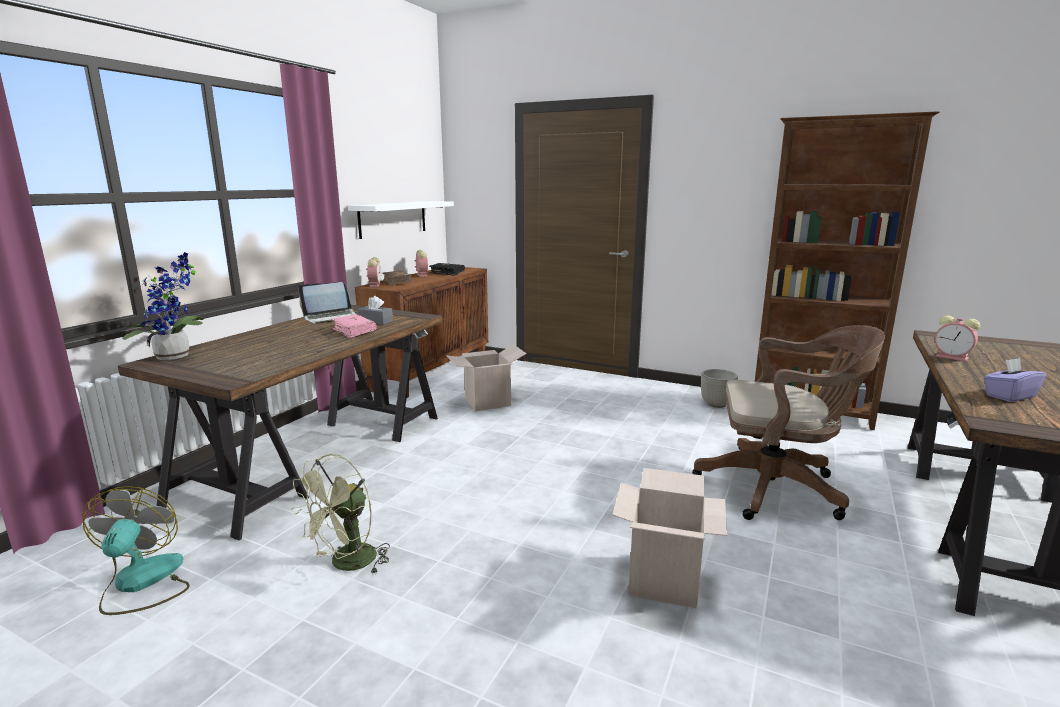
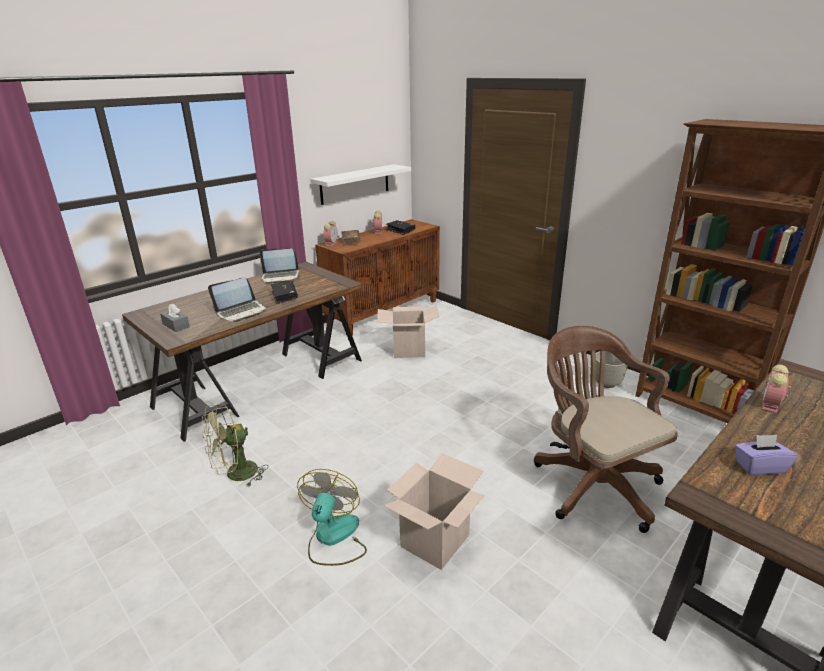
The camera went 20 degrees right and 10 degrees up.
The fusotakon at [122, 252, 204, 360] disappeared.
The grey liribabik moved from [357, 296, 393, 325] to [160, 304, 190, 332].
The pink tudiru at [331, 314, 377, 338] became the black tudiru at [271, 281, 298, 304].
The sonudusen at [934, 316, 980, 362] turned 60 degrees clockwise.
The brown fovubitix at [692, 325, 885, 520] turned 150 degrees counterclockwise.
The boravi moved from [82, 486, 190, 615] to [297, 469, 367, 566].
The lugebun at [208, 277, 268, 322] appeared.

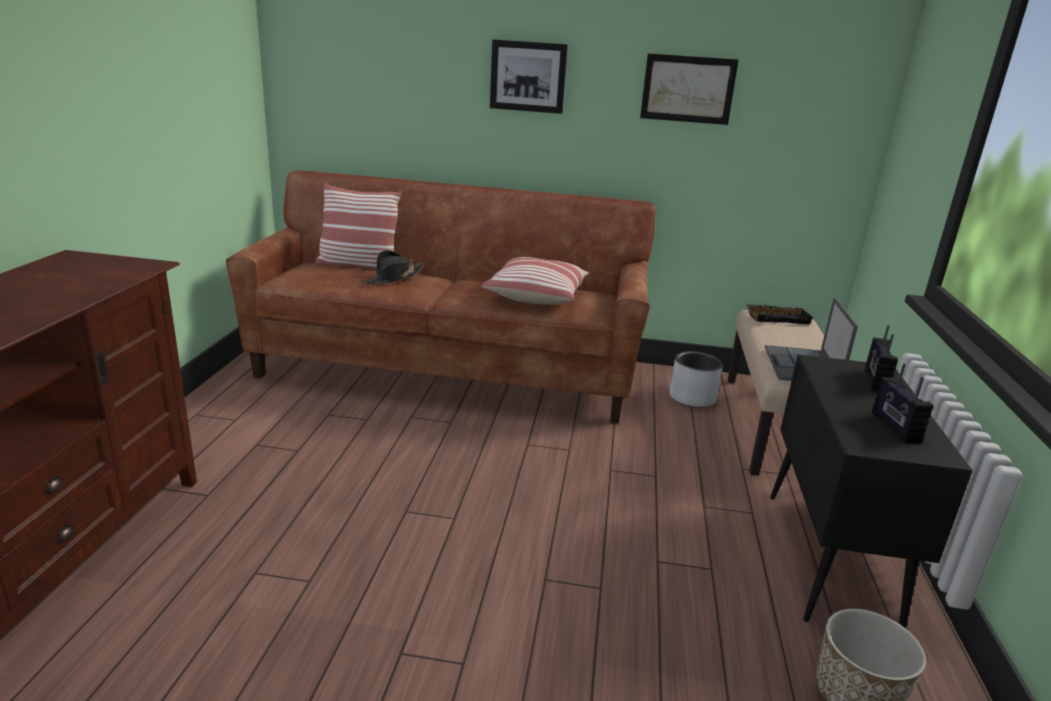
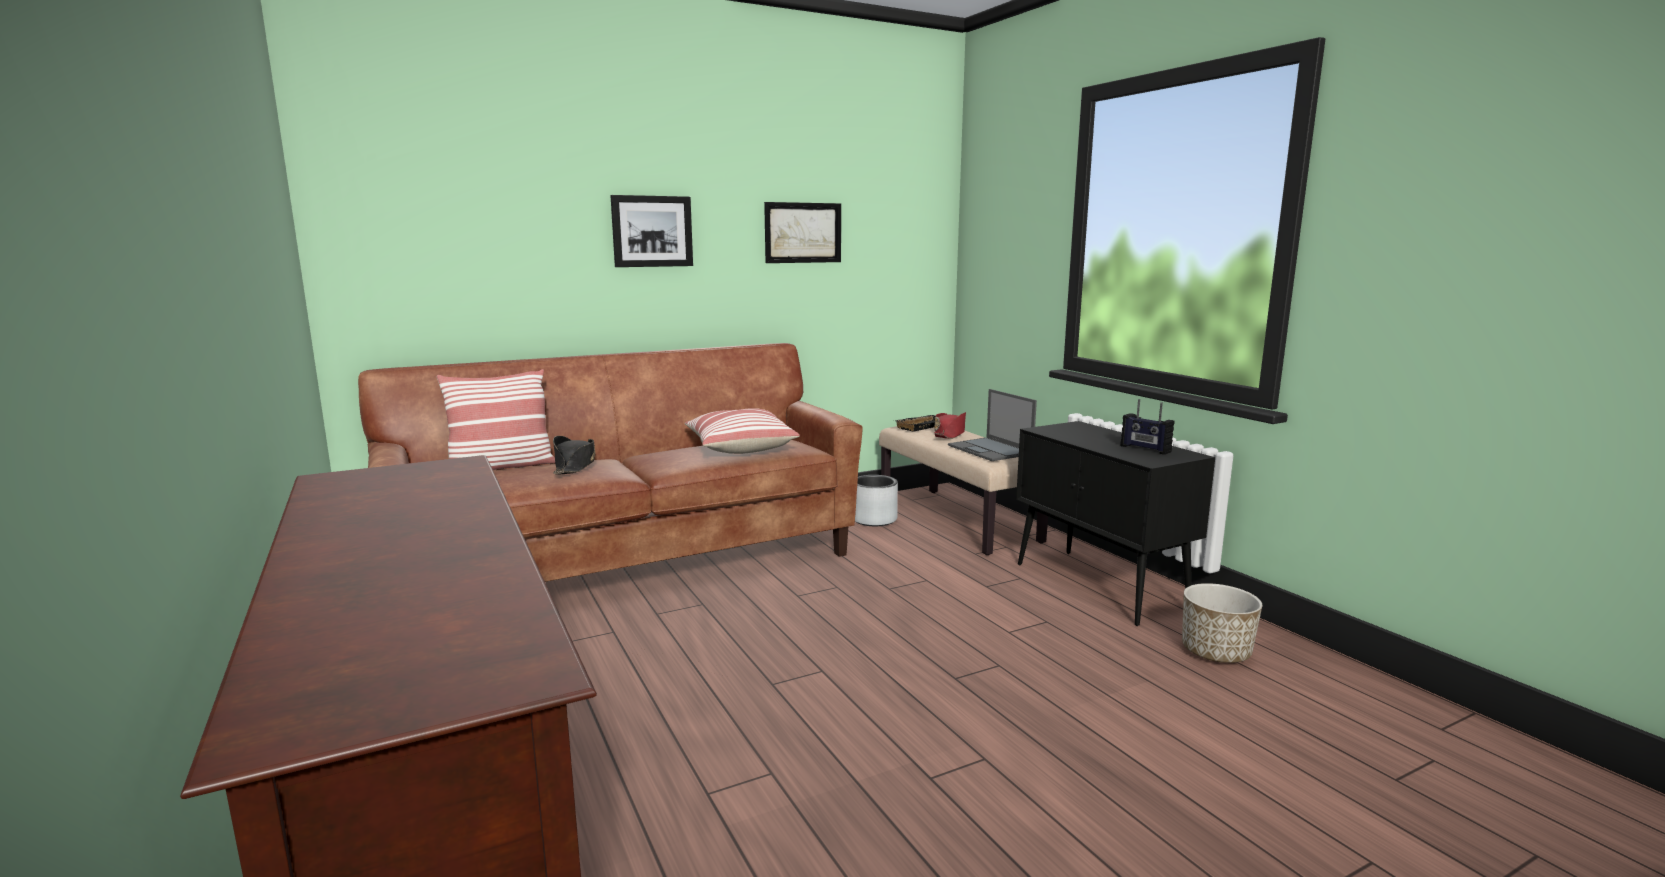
The camera went 35 degrees left and 10 degrees down.
The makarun at [865, 325, 898, 392] disappeared.
The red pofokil at [934, 412, 966, 439] appeared.

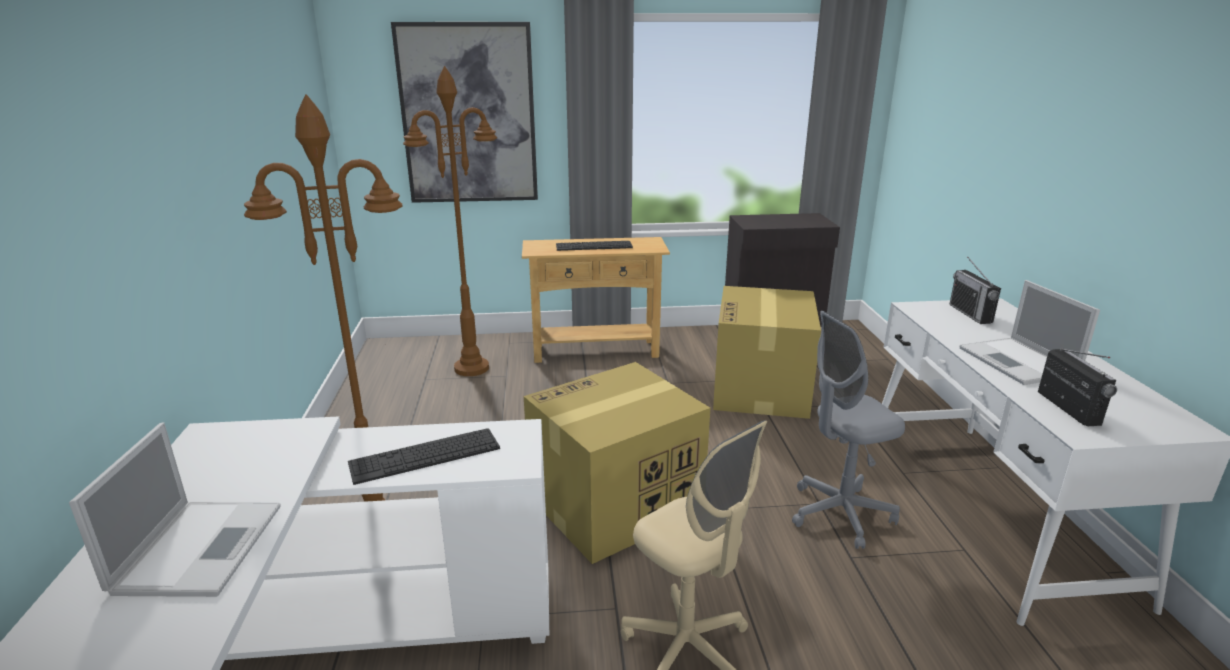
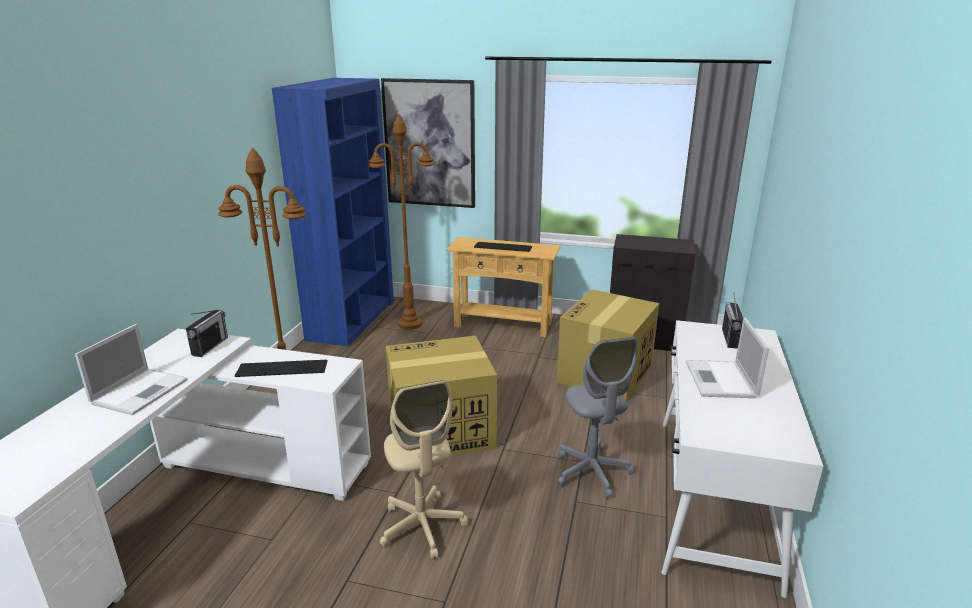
The camera went 20 degrees right and 0 degrees up.
The grey fovubitix at [792, 311, 905, 549] turned 105 degrees counterclockwise.
The makarun moved from [1038, 348, 1117, 426] to [186, 309, 228, 357].
The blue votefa at [272, 78, 394, 346] appeared.

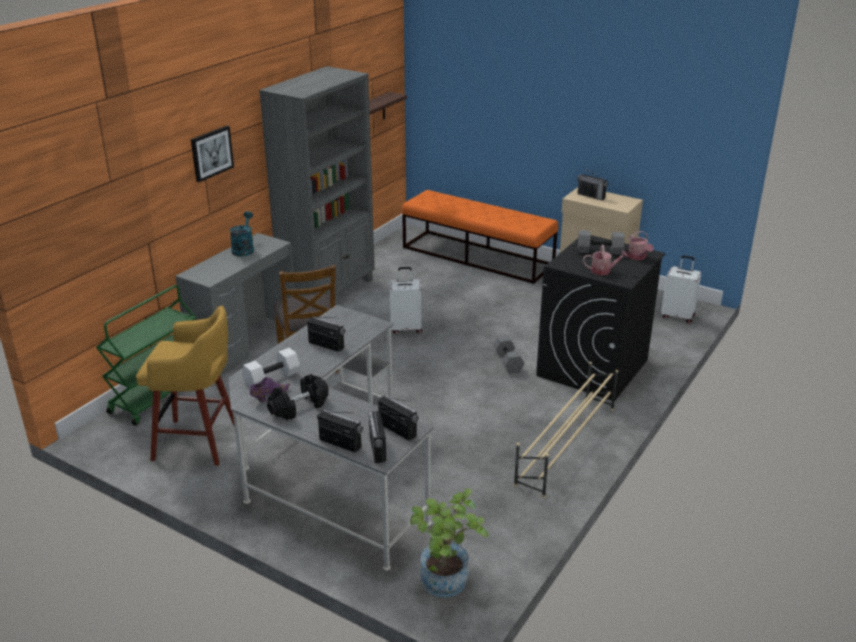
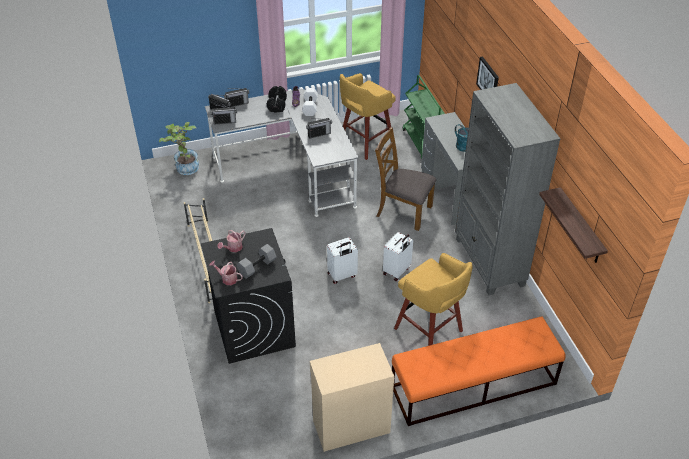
The camera went 130 degrees right and 15 degrees up.
The makarun at [577, 168, 608, 200] disappeared.
The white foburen moved from [661, 255, 701, 324] to [327, 237, 358, 284].
The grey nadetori at [493, 335, 525, 374] disappeared.
The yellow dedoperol at [394, 253, 473, 346] appeared.

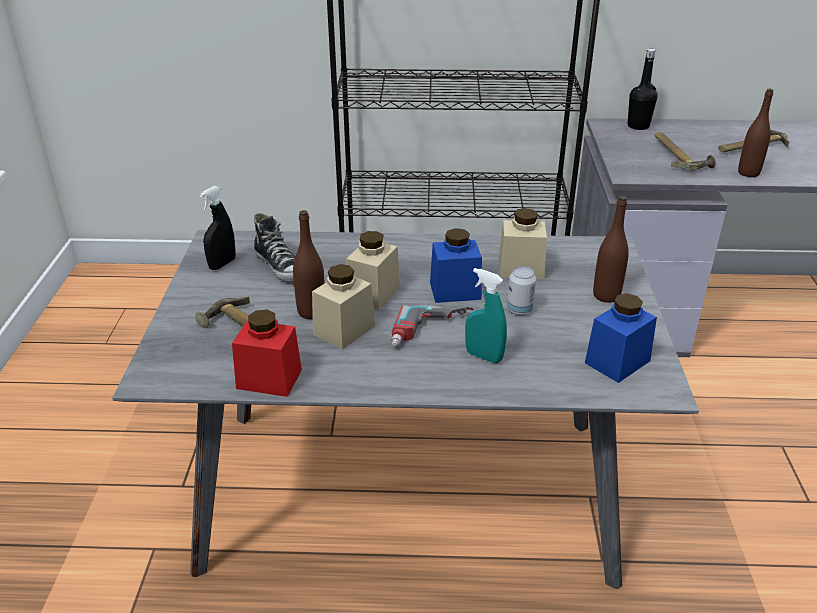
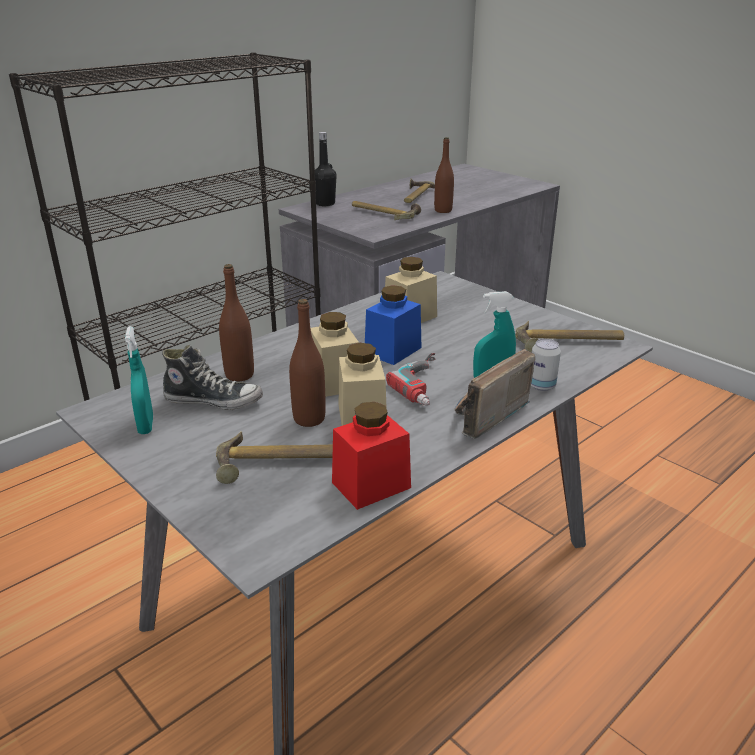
The camera went 45 degrees left and 5 degrees down.
The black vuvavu at [200, 186, 236, 270] became the turquoise vuvavu at [125, 326, 153, 434].
The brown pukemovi moved from [593, 196, 629, 303] to [219, 264, 254, 381].
The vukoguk moved from [507, 267, 536, 315] to [531, 339, 561, 391].
The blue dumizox at [585, 293, 657, 383] was replaced by the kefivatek at [515, 321, 624, 353].
The makarun at [454, 349, 535, 439] appeared.

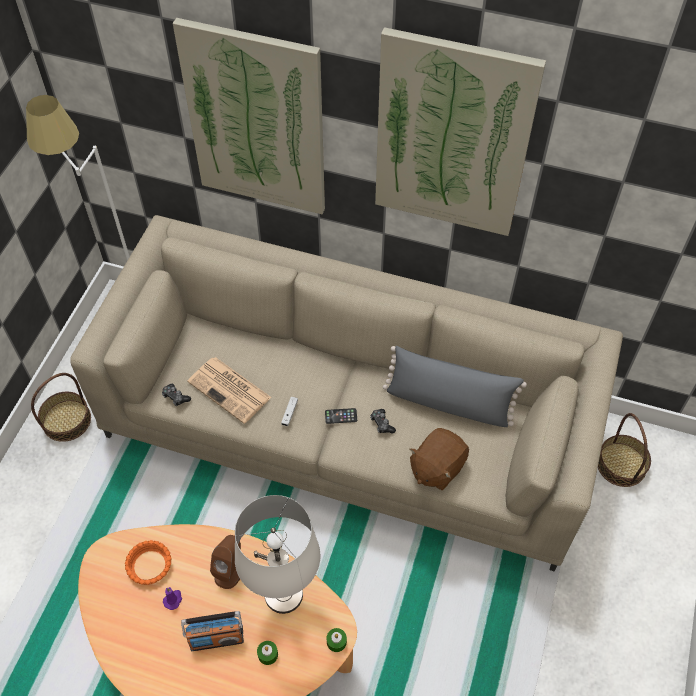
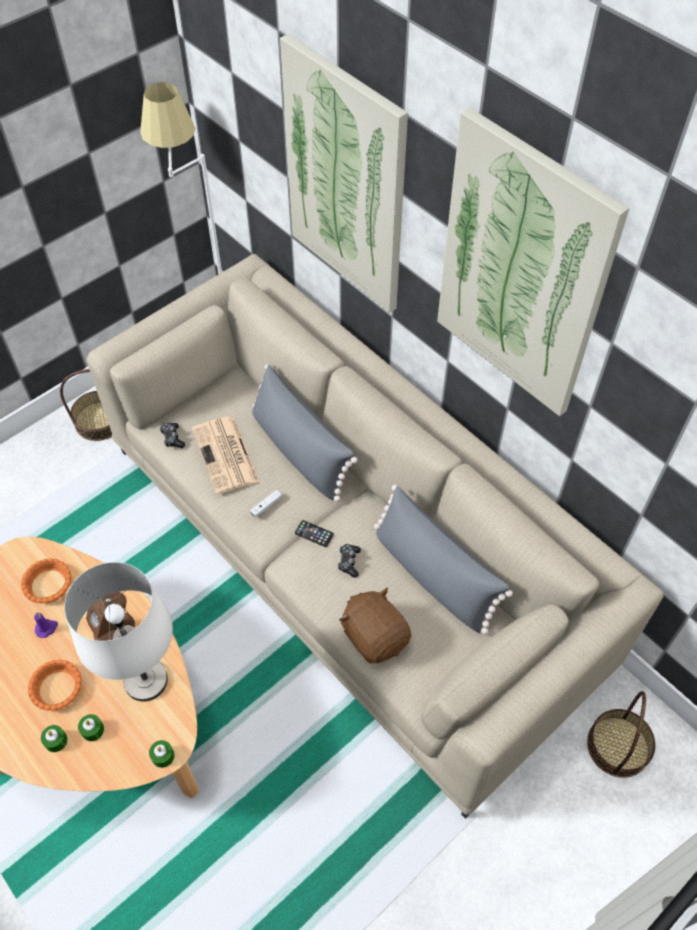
The camera went 30 degrees right and 0 degrees up.
The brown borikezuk at [409, 428, 469, 491] turned 75 degrees clockwise.
The makarun at [181, 611, 244, 651] was replaced by the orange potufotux at [28, 659, 82, 711].
The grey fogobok at [252, 364, 357, 502] appeared.
The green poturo at [41, 725, 67, 752] appeared.

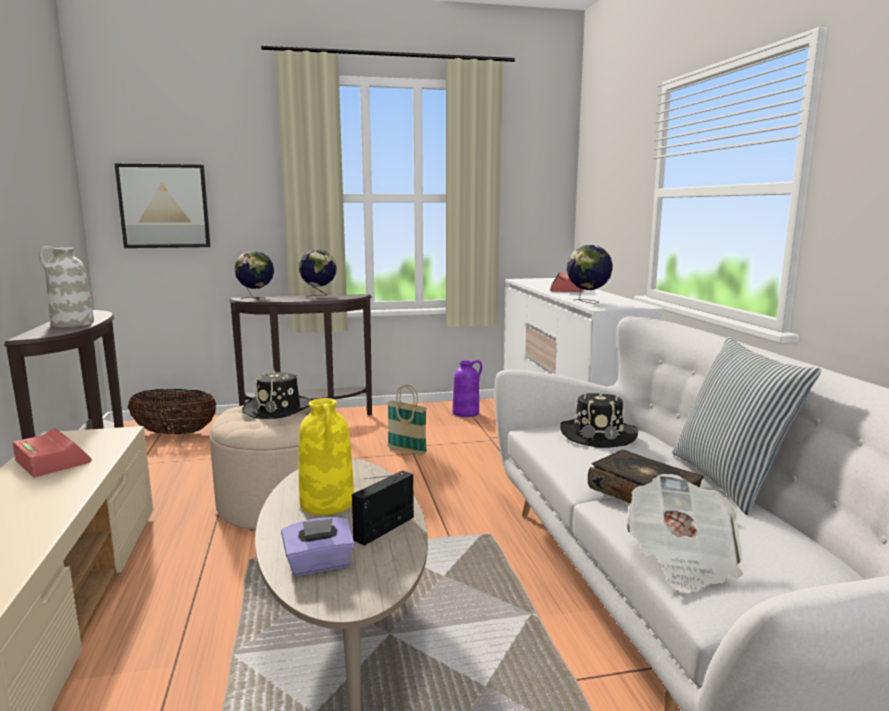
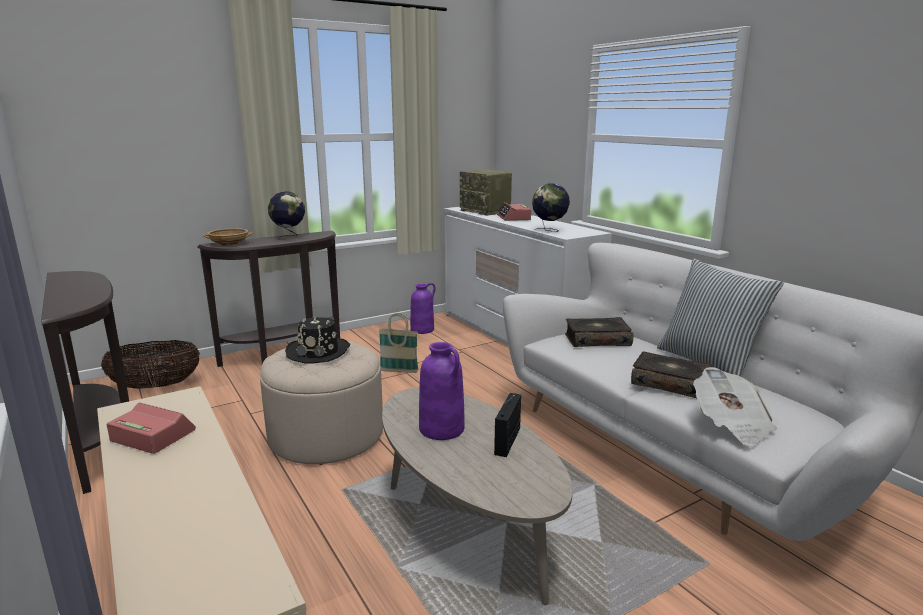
The camera went 20 degrees left and 5 degrees up.
The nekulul at [115, 164, 211, 248] disappeared.
The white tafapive at [39, 246, 94, 327] disappeared.
The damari at [234, 250, 274, 299] was replaced by the beige potufotux at [203, 228, 253, 246].
The black pofokil at [560, 391, 638, 448] was replaced by the tudiru at [565, 317, 634, 347].
The yellow tafapive at [299, 398, 354, 515] became the purple tafapive at [419, 342, 465, 440].
The purple liribabik at [281, 517, 355, 576] disappeared.
The makarun at [460, 169, 512, 216] appeared.

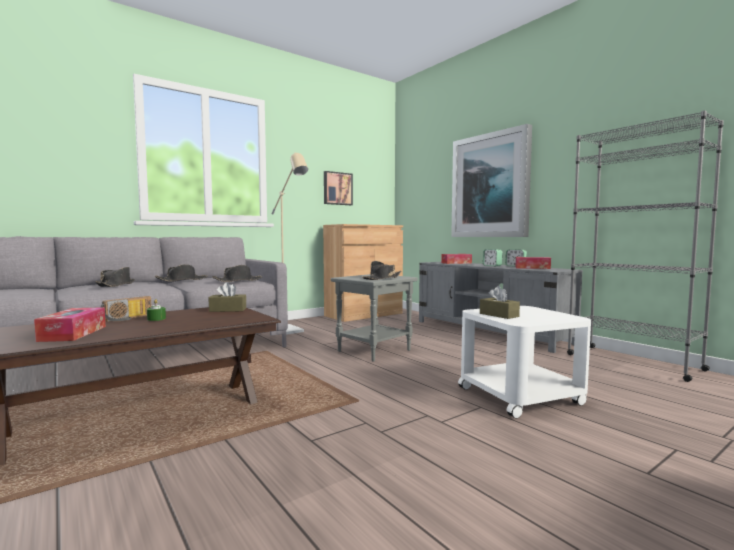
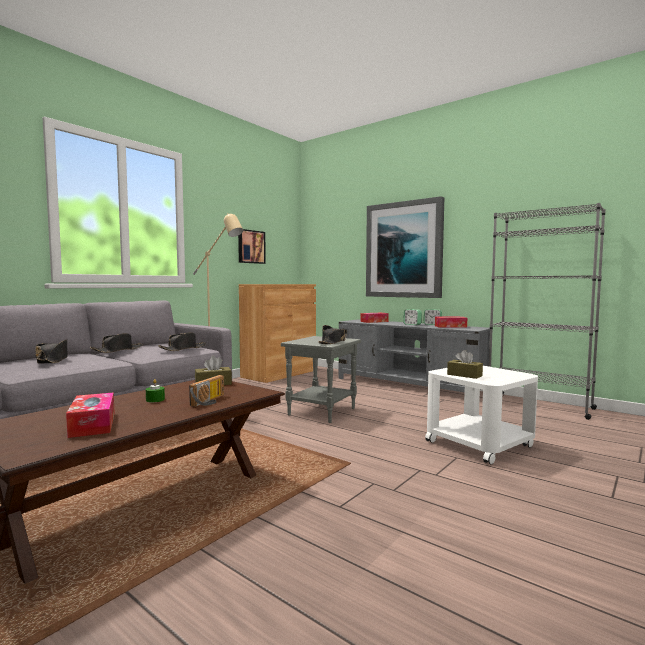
The camera went 15 degrees left and 0 degrees up.
The makarun moved from [101, 296, 151, 322] to [189, 375, 224, 407].

